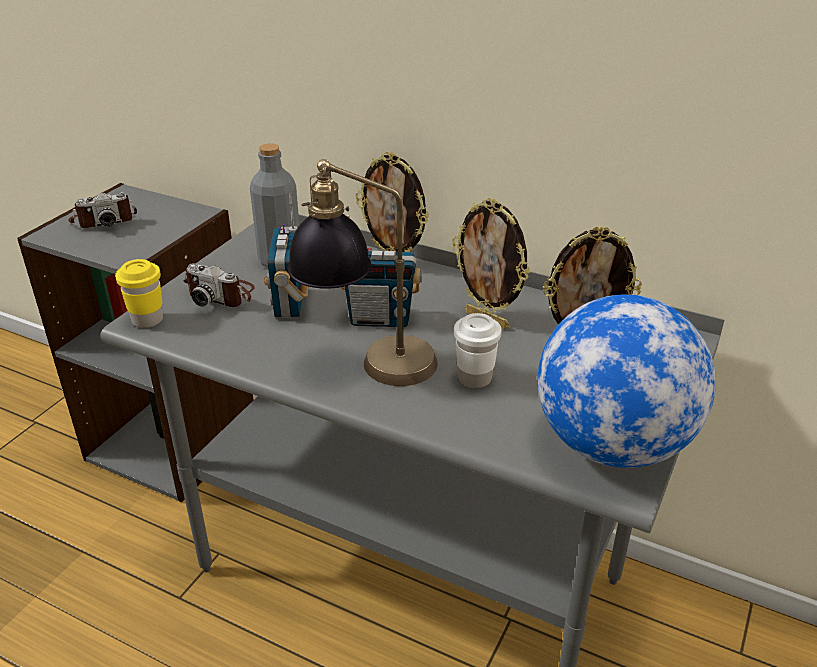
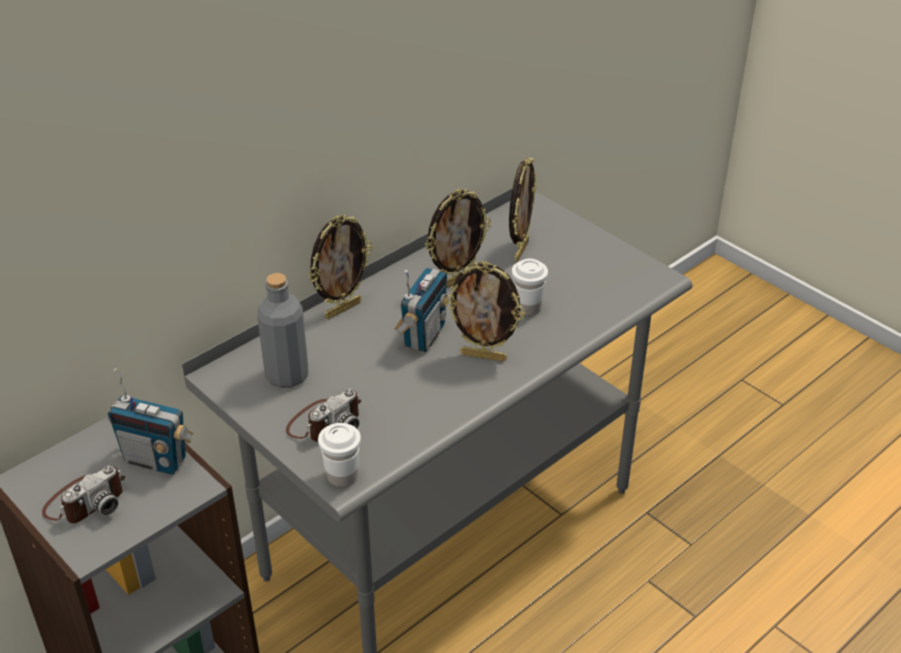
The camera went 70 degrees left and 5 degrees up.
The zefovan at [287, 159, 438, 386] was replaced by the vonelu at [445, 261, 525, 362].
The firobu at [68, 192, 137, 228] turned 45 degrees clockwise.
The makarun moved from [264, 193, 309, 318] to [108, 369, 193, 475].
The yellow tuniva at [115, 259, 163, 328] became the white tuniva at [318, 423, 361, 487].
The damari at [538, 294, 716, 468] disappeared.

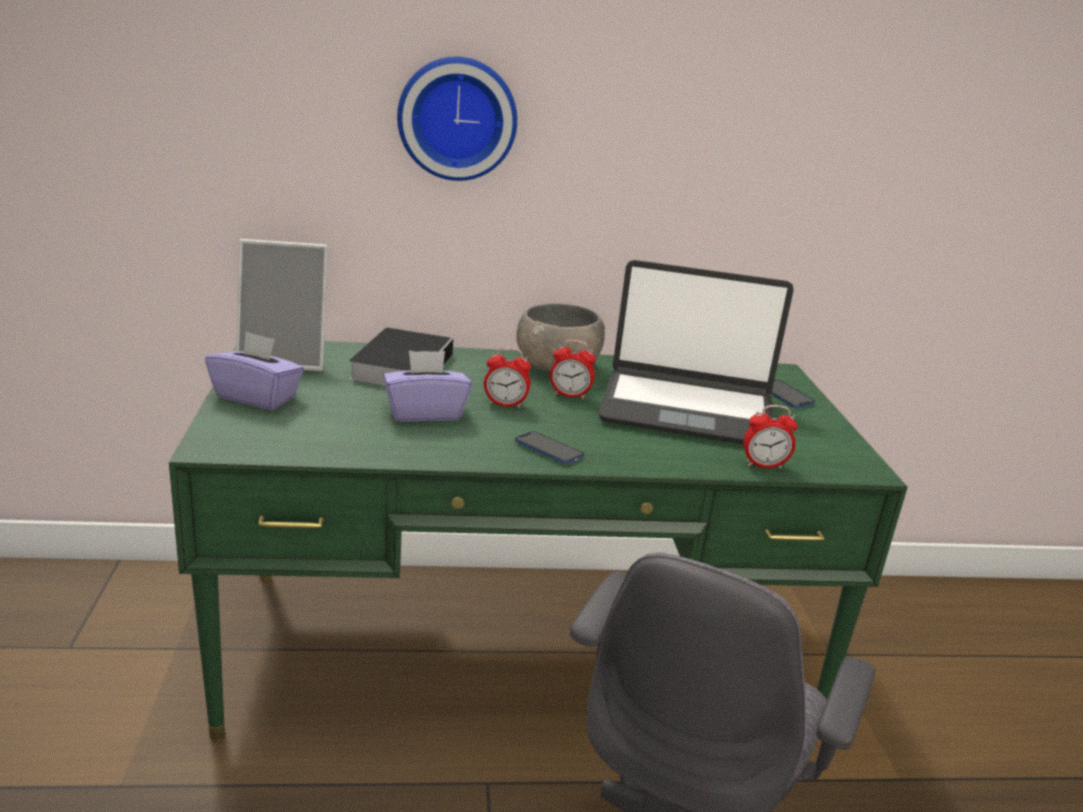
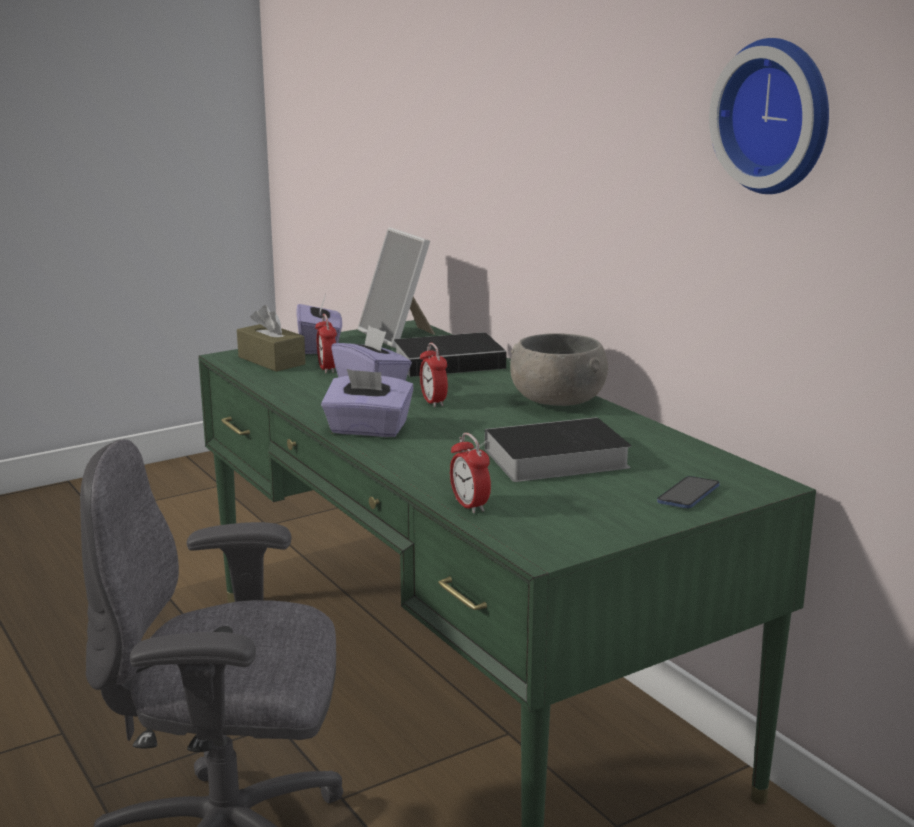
The camera went 65 degrees right and 5 degrees down.
The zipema moved from [397, 57, 517, 181] to [709, 38, 829, 194].
The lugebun at [599, 260, 794, 444] was replaced by the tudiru at [472, 417, 632, 482].
The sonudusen moved from [550, 340, 596, 399] to [315, 314, 337, 373].
The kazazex at [515, 431, 584, 464] was replaced by the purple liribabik at [321, 369, 414, 437].
The brown liribabik at [237, 305, 306, 372] appeared.

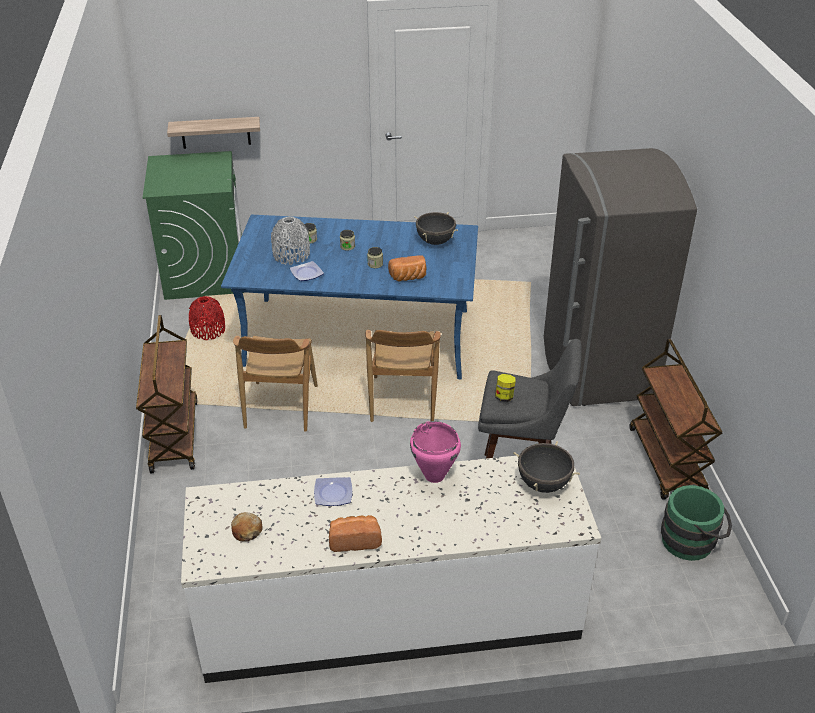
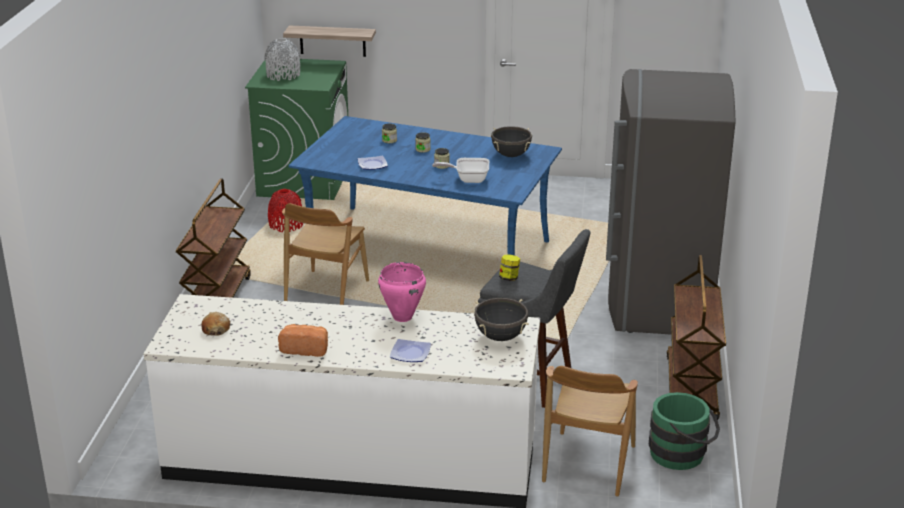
The camera went 15 degrees right and 10 degrees down.
The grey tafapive moved from [271, 217, 310, 265] to [264, 38, 300, 81].
The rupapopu at [388, 255, 426, 282] was replaced by the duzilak at [432, 158, 489, 183].
The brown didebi moved from [365, 330, 441, 422] to [542, 366, 638, 496].
The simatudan moved from [314, 477, 352, 506] to [390, 339, 431, 362].

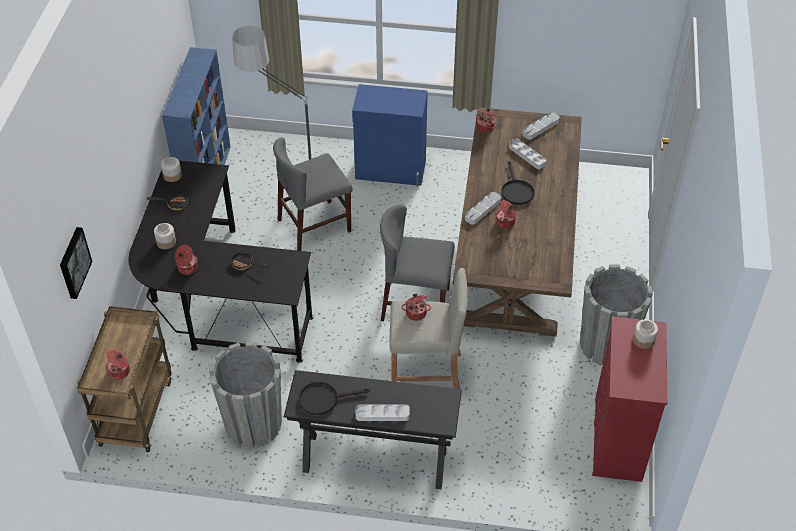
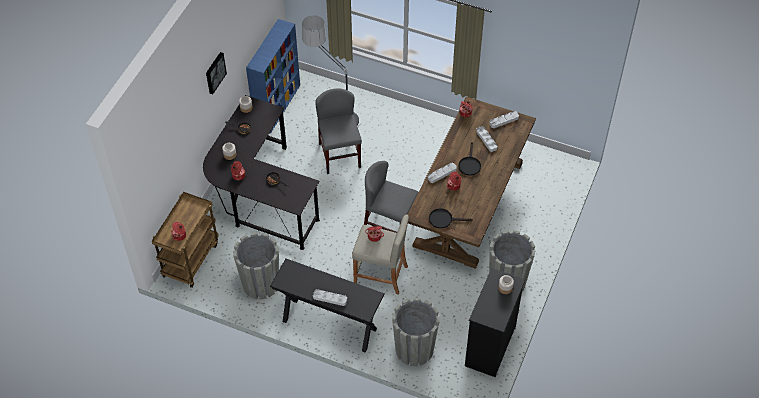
The camera went 15 degrees right and 5 degrees up.
The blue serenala at [352, 84, 428, 187] disappeared.
The grey didebi at [273, 138, 352, 251] turned 90 degrees clockwise.
The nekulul moved from [60, 227, 92, 299] to [206, 52, 227, 94].
The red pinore at [592, 317, 667, 482] became the black pinore at [465, 268, 525, 377].
The black duzilak moved from [299, 382, 370, 415] to [429, 208, 473, 228].
The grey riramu at [392, 298, 440, 366] appeared.

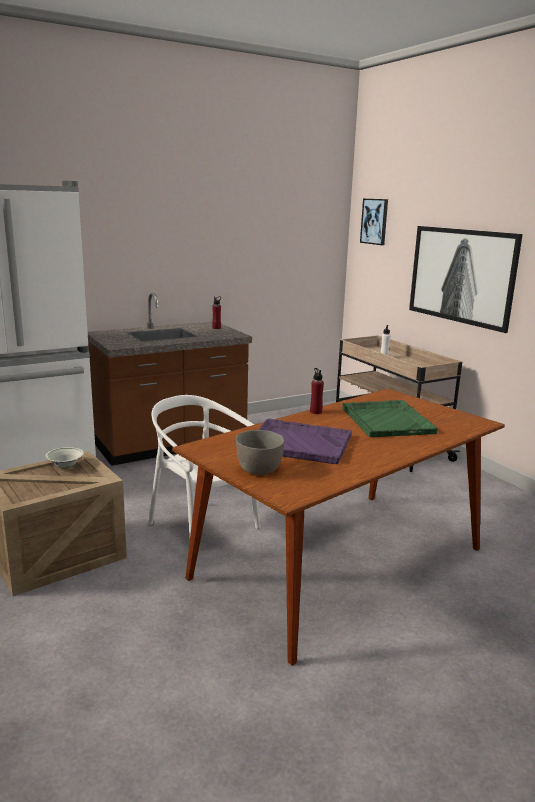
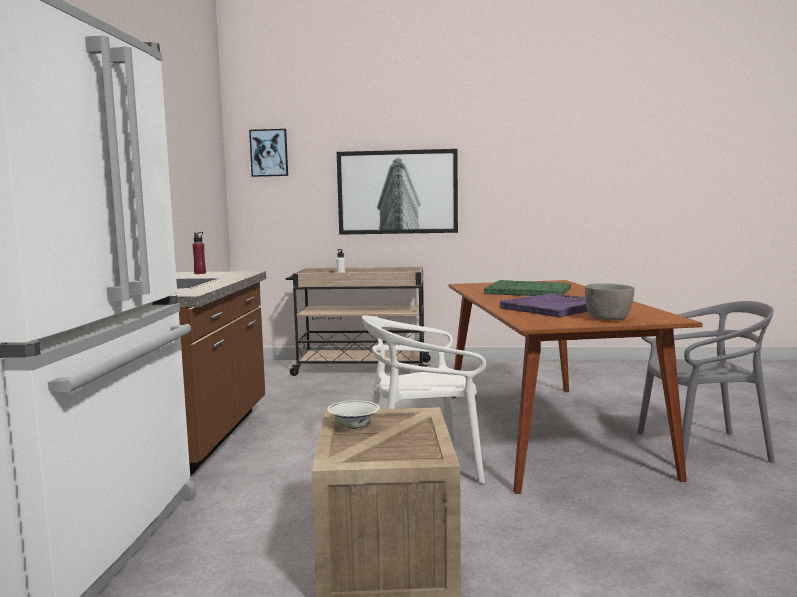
The camera went 55 degrees left and 10 degrees down.
The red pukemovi at [310, 368, 324, 414] disappeared.
The grey didebi at [637, 301, 775, 463] appeared.

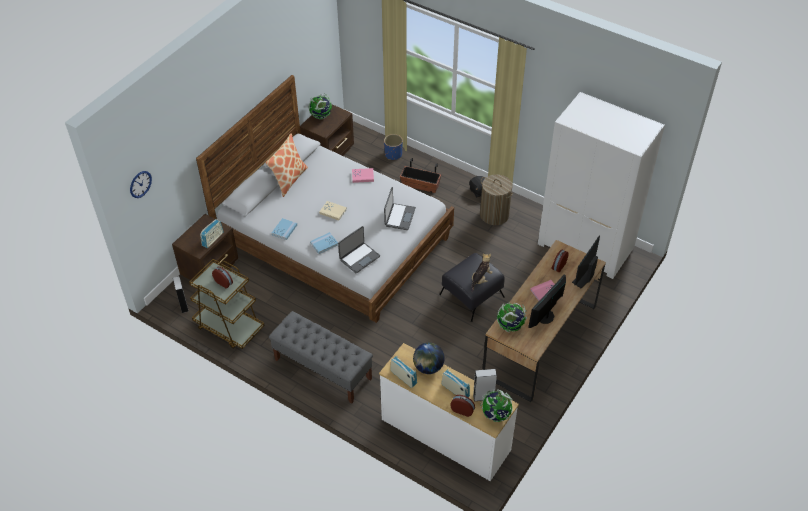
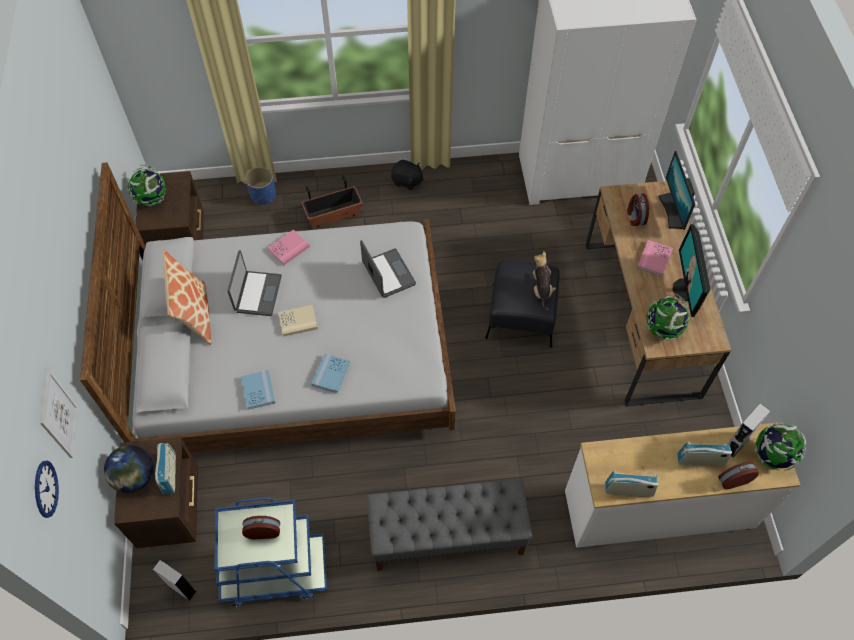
The camera went 40 degrees left and 10 degrees up.
The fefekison at [480, 174, 513, 225] disappeared.
The lugebun moved from [338, 226, 380, 273] to [227, 250, 282, 316].
The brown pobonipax at [189, 259, 265, 349] became the blue pobonipax at [214, 497, 327, 607].
The damari moved from [413, 343, 445, 374] to [104, 445, 153, 493].
The nekulul at [40, 368, 78, 458] appeared.

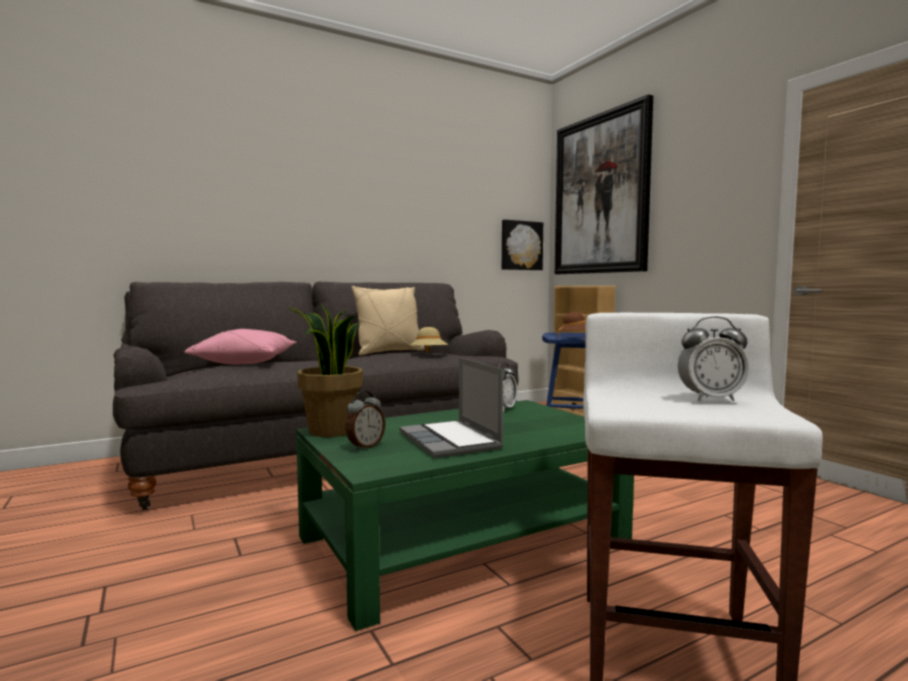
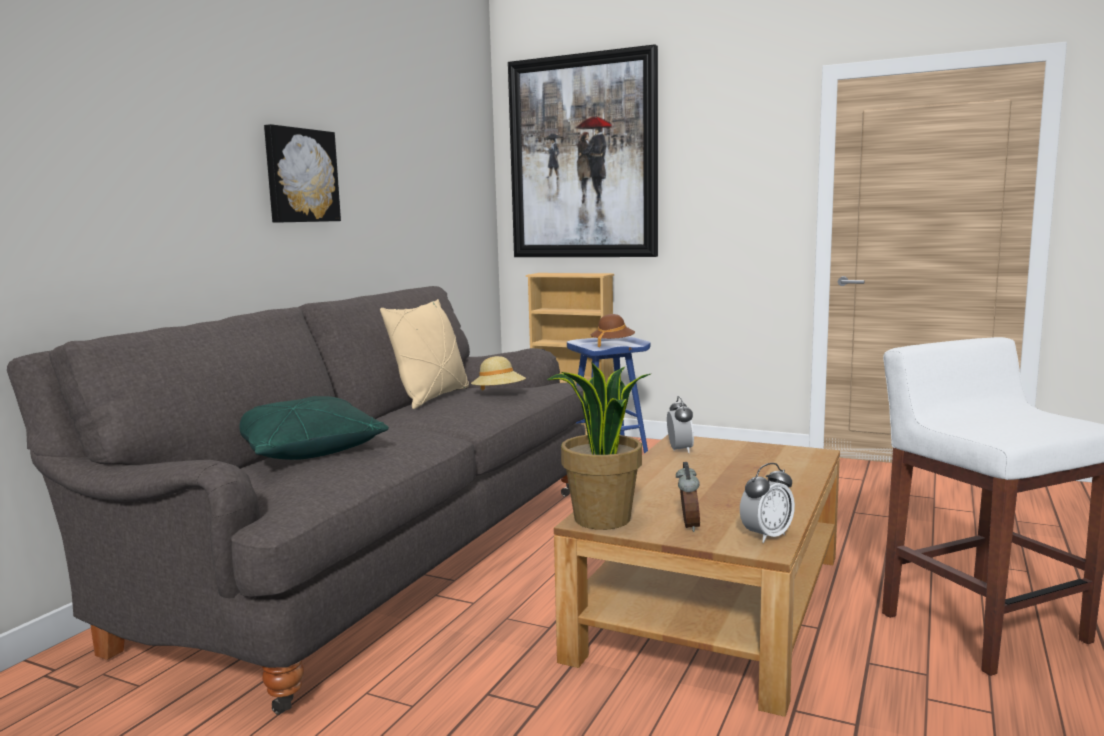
The camera went 35 degrees left and 5 degrees up.
The nekulul moved from [502, 220, 543, 270] to [264, 124, 341, 223].
The sonudusen moved from [678, 316, 749, 401] to [740, 463, 795, 543].
The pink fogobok at [184, 329, 297, 364] became the green fogobok at [239, 396, 389, 460].
The lugebun at [399, 357, 504, 458] disappeared.
The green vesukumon at [296, 400, 634, 631] became the brown vesukumon at [554, 435, 840, 717].

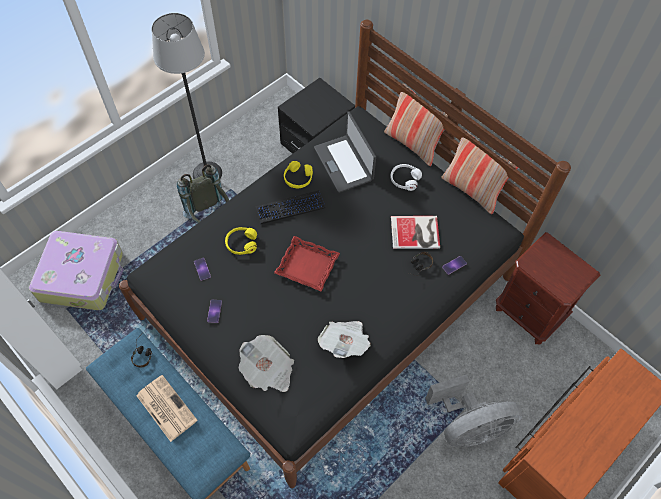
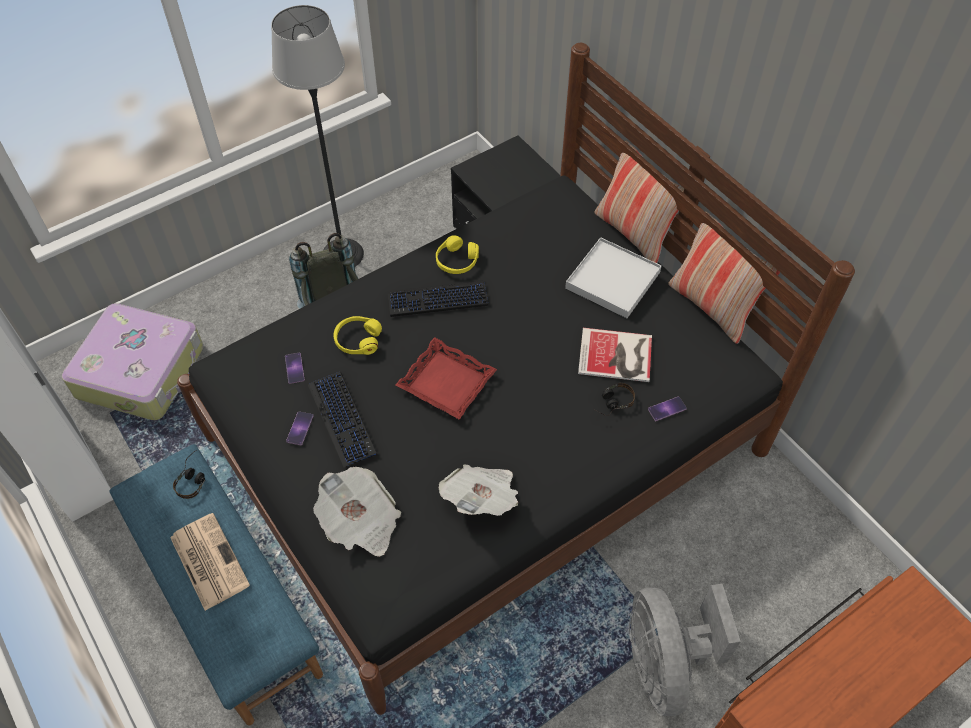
The camera went 10 degrees right and 5 degrees down.
The lugebun at [314, 112, 376, 193] disappeared.
The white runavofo at [390, 164, 422, 191] was replaced by the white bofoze at [565, 237, 662, 318].
The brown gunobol at [496, 232, 600, 344] disappeared.
The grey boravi at [425, 374, 523, 447] turned 90 degrees clockwise.
The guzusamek at [308, 372, 378, 467] appeared.

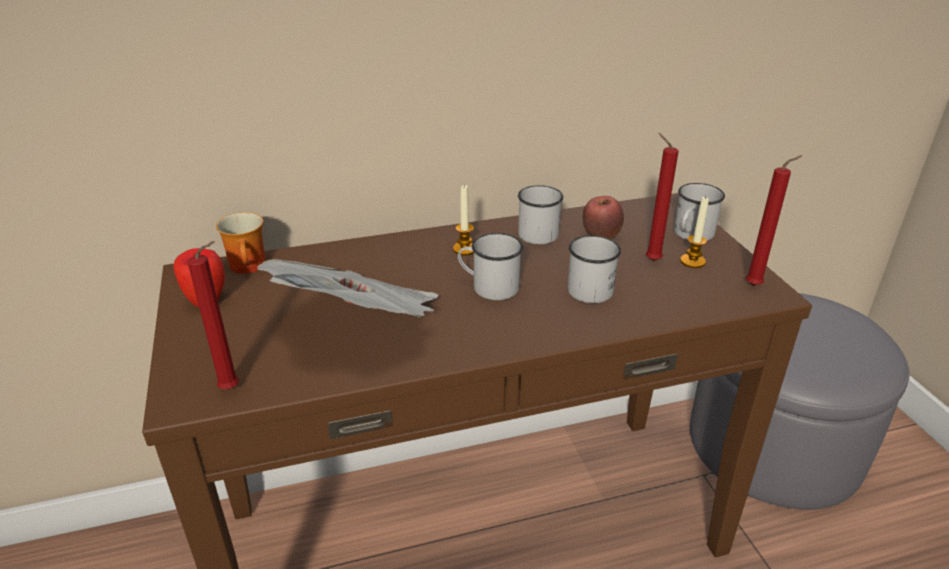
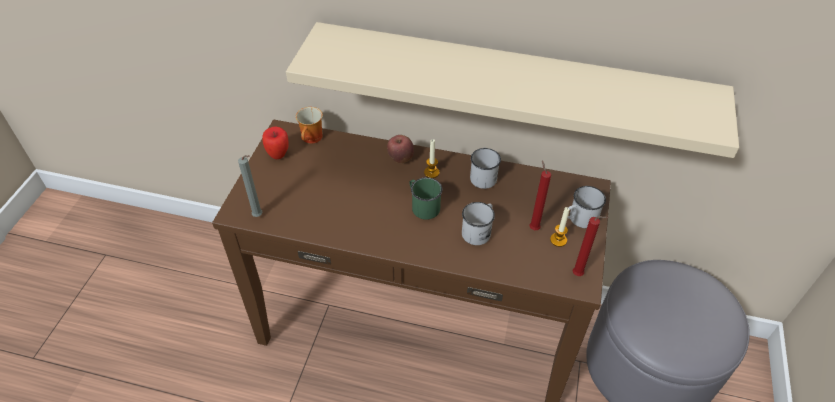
The camera went 30 degrees right and 15 degrees up.
The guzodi moved from [583, 196, 624, 239] to [387, 135, 414, 163].
The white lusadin at [458, 233, 523, 300] became the green lusadin at [409, 177, 443, 220].
The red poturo at [188, 241, 239, 389] became the grey poturo at [238, 155, 263, 217].
The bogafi at [257, 259, 439, 317] disappeared.
The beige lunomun at [286, 22, 739, 158] appeared.

